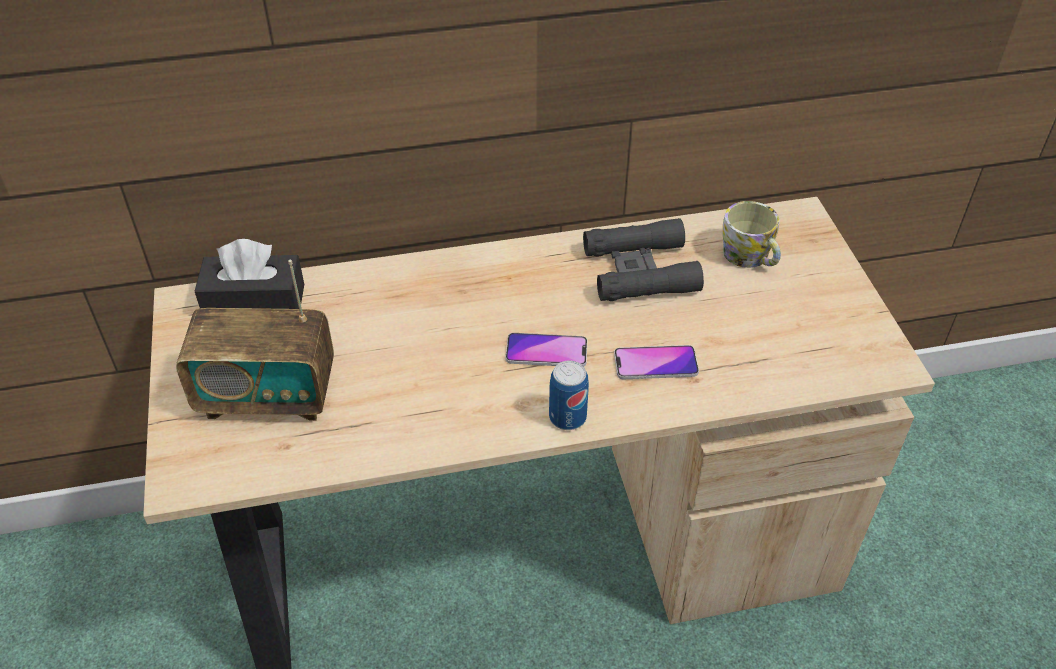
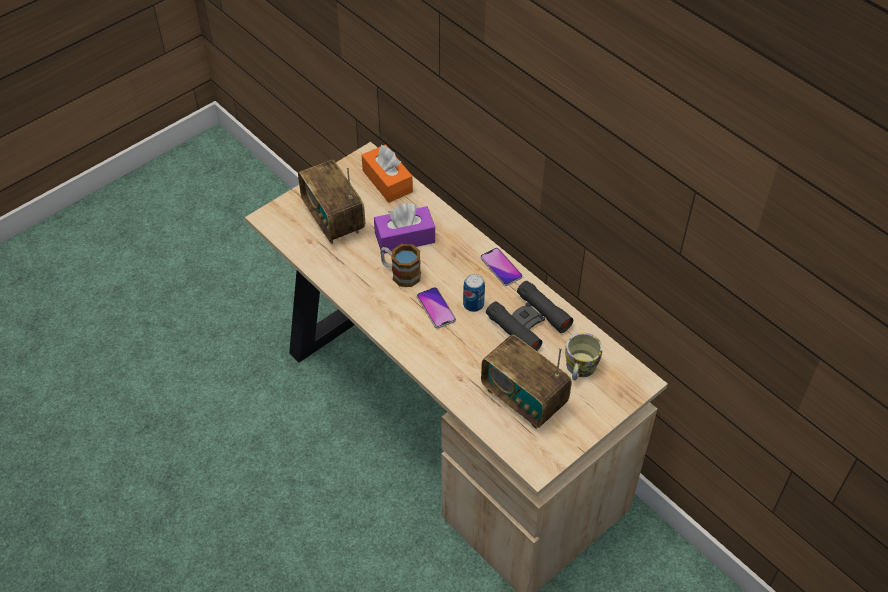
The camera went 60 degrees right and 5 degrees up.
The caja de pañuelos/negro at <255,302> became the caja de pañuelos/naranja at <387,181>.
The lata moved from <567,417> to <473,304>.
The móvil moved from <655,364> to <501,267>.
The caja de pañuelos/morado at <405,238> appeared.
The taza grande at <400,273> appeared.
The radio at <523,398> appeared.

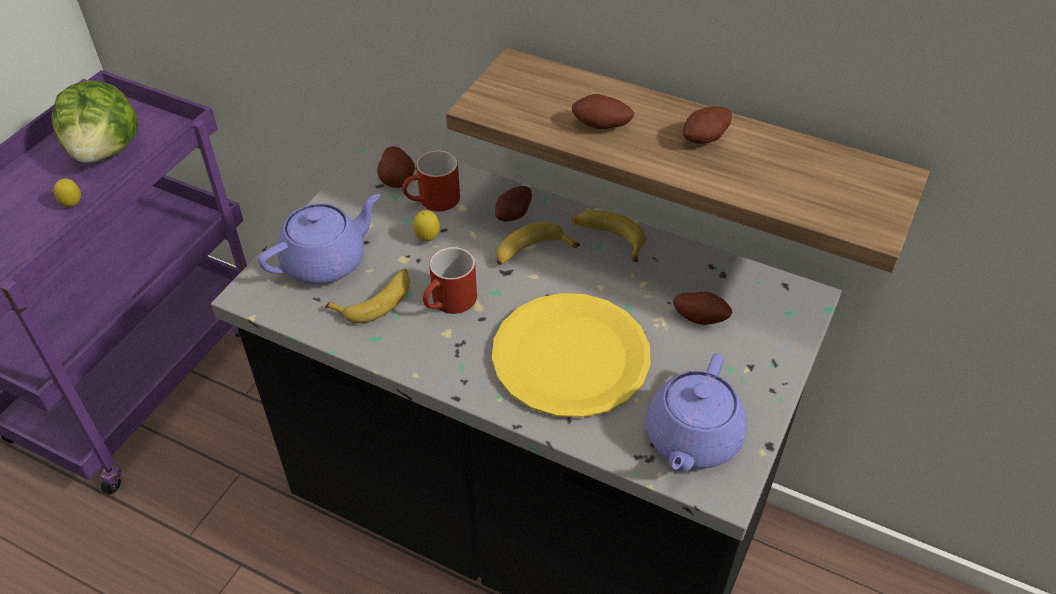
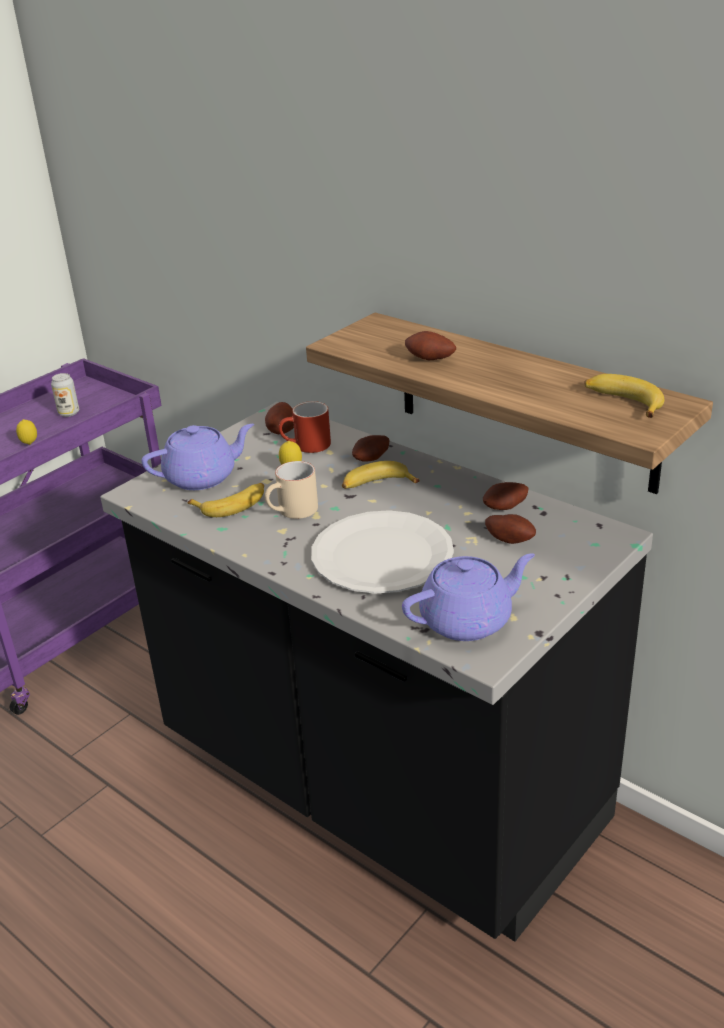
The camera went 15 degrees right and 15 degrees down.
The lechuga at <106,151> was replaced by the lata at <69,413>.
The taza grande/rojo at <450,304> became the taza grande/beis at <292,512>.
The plato/amarillo at <570,357> became the plato/blanco at <381,555>.
The plátano moved from <608,239> to <622,402>.
The tetera/morado at <691,439> turned 150 degrees counterclockwise.
The patata moved from <706,139> to <506,508>.

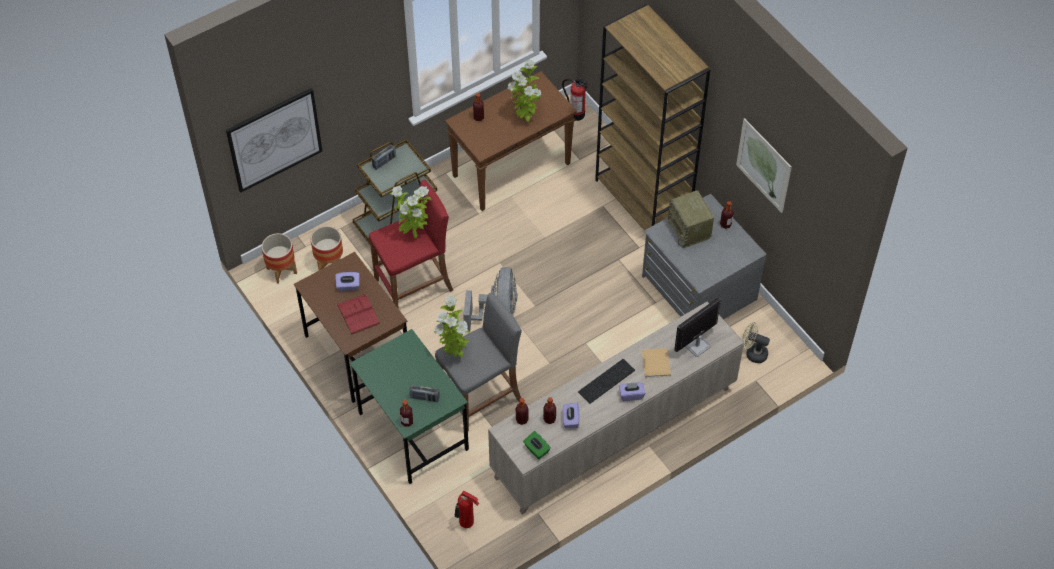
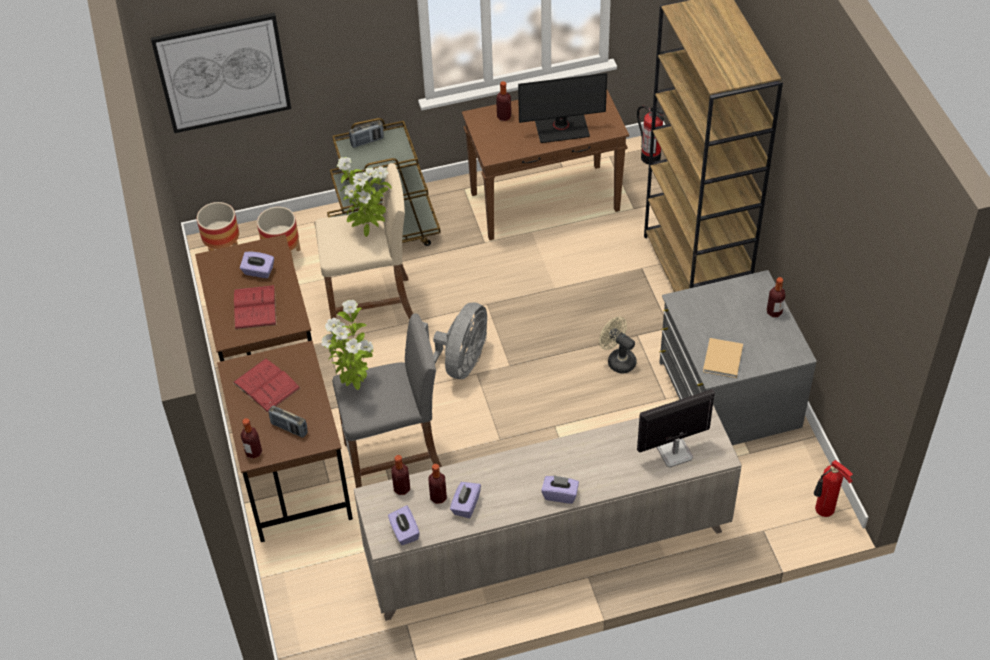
The camera went 20 degrees right and 5 degrees down.
The escritorio/verde at <412,431> became the escritorio/marrón at <293,478>.
The taburete/rojo at <414,285> became the taburete/beis at <371,306>.
The extintor moved from <466,523> to <824,511>.
The planta en maceta at <525,117> was replaced by the monitor at <561,128>.
The caja de pañuelos/verde at <536,449> became the caja de pañuelos/morado at <404,532>.
The teclado at <606,382> disappeared.
The libro/beis moved from <656,364> to <722,360>.
The radio at <690,230> disappeared.
The cuadro at <763,165> disappeared.
The ventilador/beis moved from <753,353> to <617,360>.
The libro/rojo at <266,385> appeared.

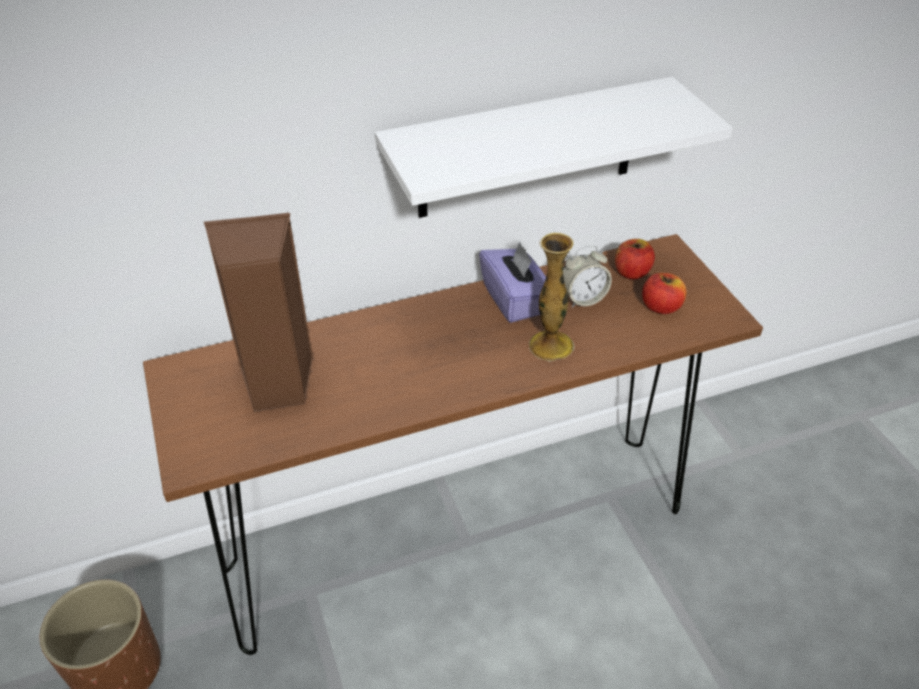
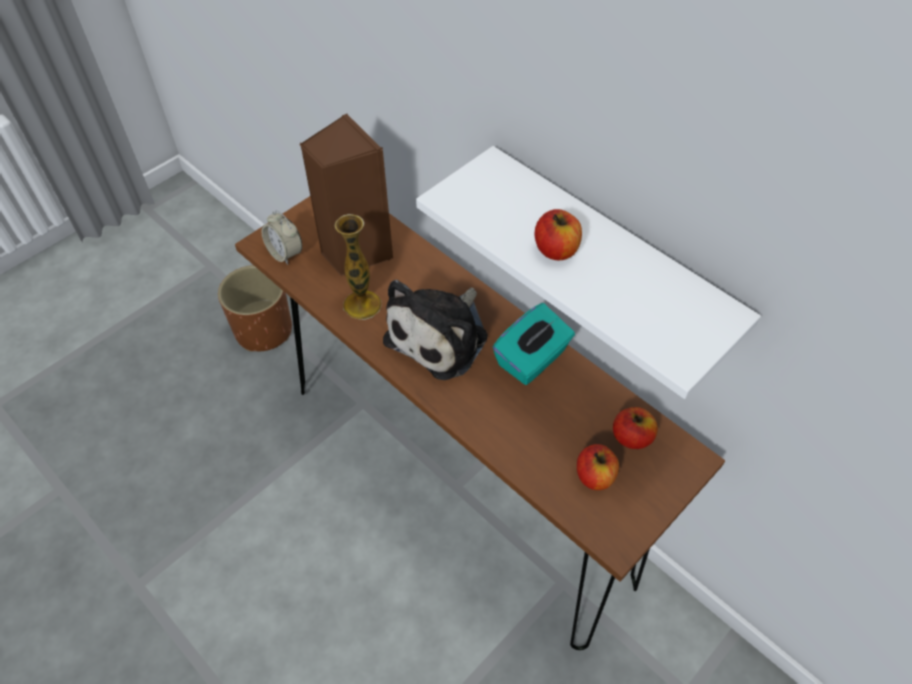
The camera went 65 degrees right and 10 degrees up.
The caja de pañuelos/morado at <515,300> became the caja de pañuelos/turquesa at <532,359>.
The florero moved from <551,345> to <362,304>.
The despertador moved from <582,298> to <285,253>.
The peluche at <441,336> appeared.
The manzana at <556,250> appeared.

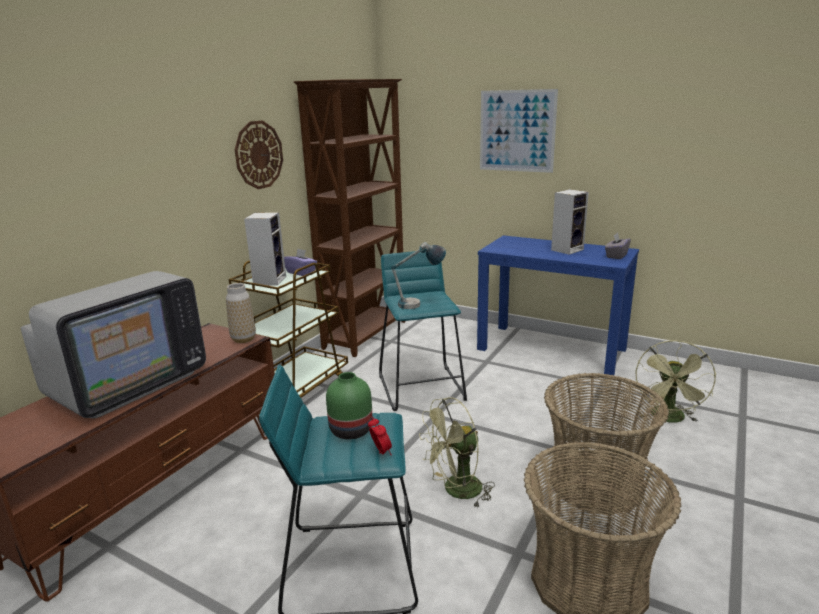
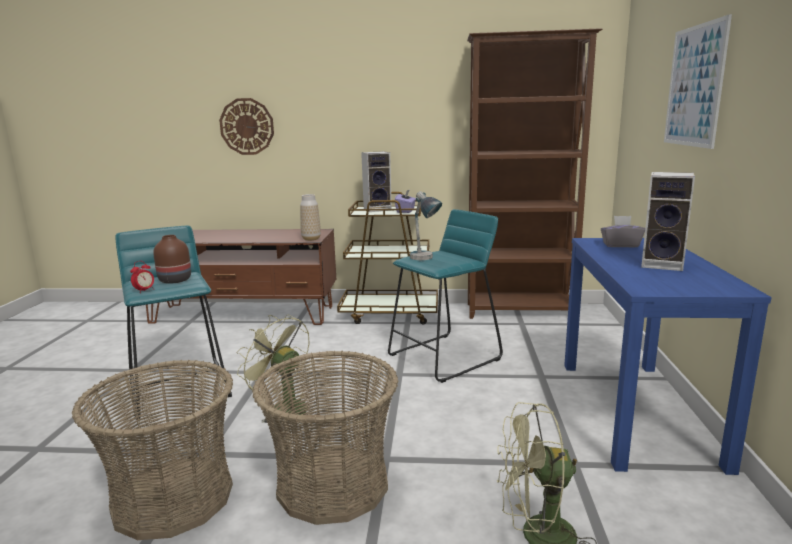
The camera went 65 degrees right and 5 degrees down.
The televisor at <129,384> disappeared.
The reloj de pared moved from <258,155> to <247,126>.
The florero/verde at <351,431> became the florero/marrón at <174,280>.
The caja de pañuelos/gris moved from <616,256> to <620,245>.

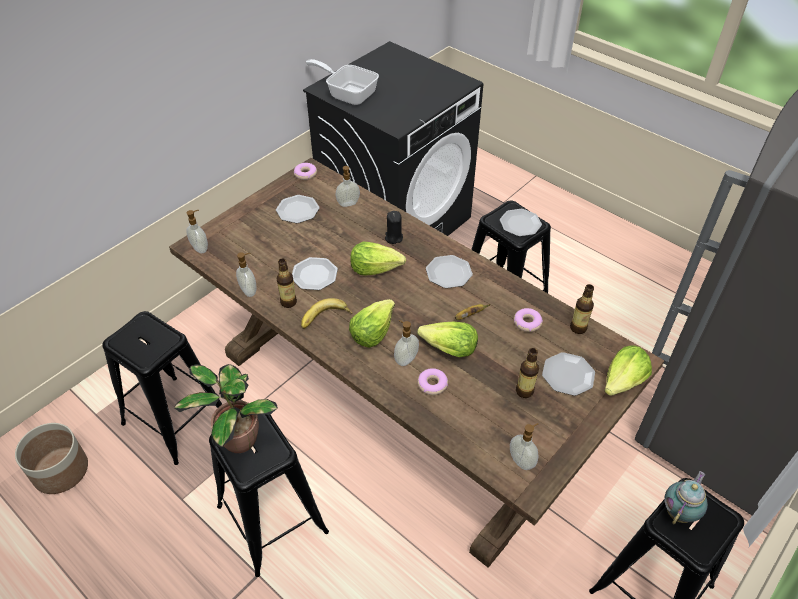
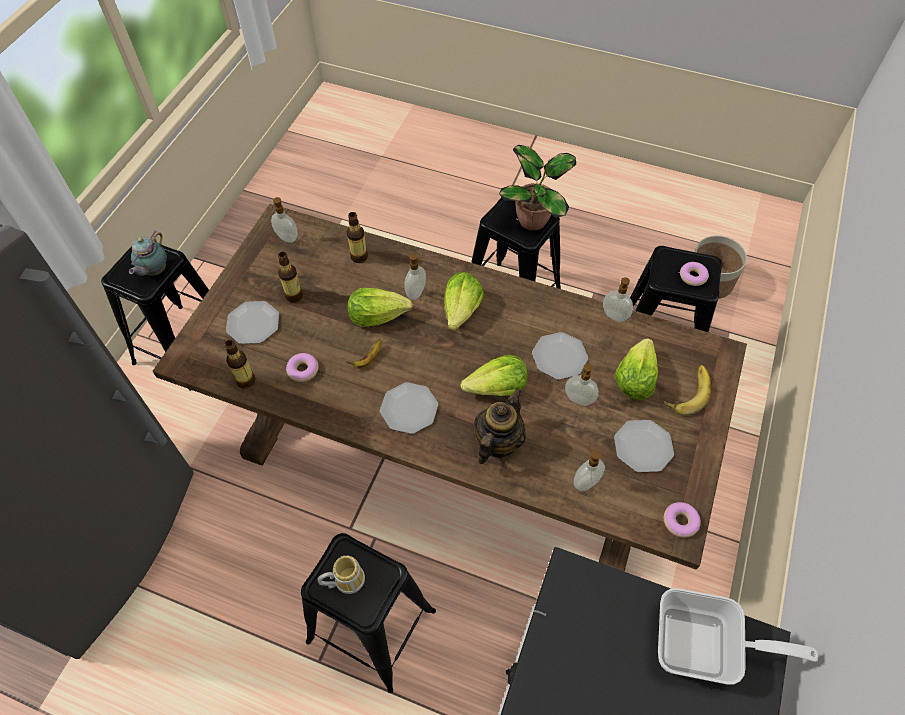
The camera went 160 degrees right and 10 degrees up.
The dispensador de jabón moved from <200,248> to <578,400>.
The botella moved from <288,302> to <359,257>.
The plátano moved from <326,319> to <687,391>.
The vela/negro at <393,237> was replaced by the tetera at <497,442>.
The rosquilla moved from <432,384> to <692,276>.
The plato at <520,224> was replaced by the taza grande at <345,580>.
The lechuga moved from <623,382> to <634,378>.

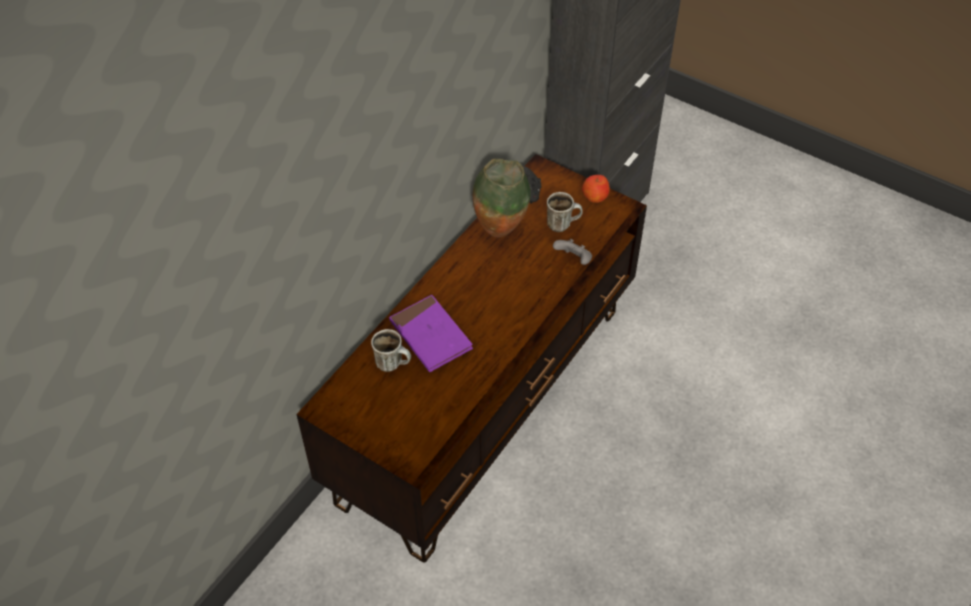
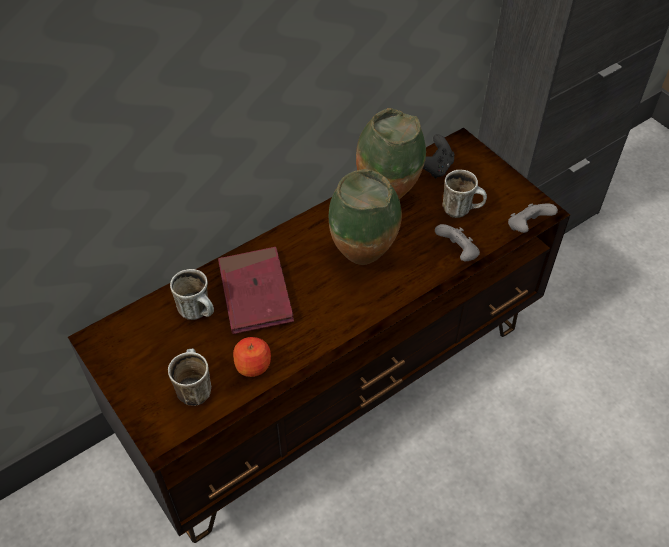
The camera went 20 degrees right and 0 degrees up.
The libro/morado at <430,336> became the libro/rojo at <255,293>.
The manzana moved from <595,196> to <253,365>.
The taza grande at <193,388> appeared.
The florero at <363,261> appeared.
The mando de consola/gris at <527,227> appeared.

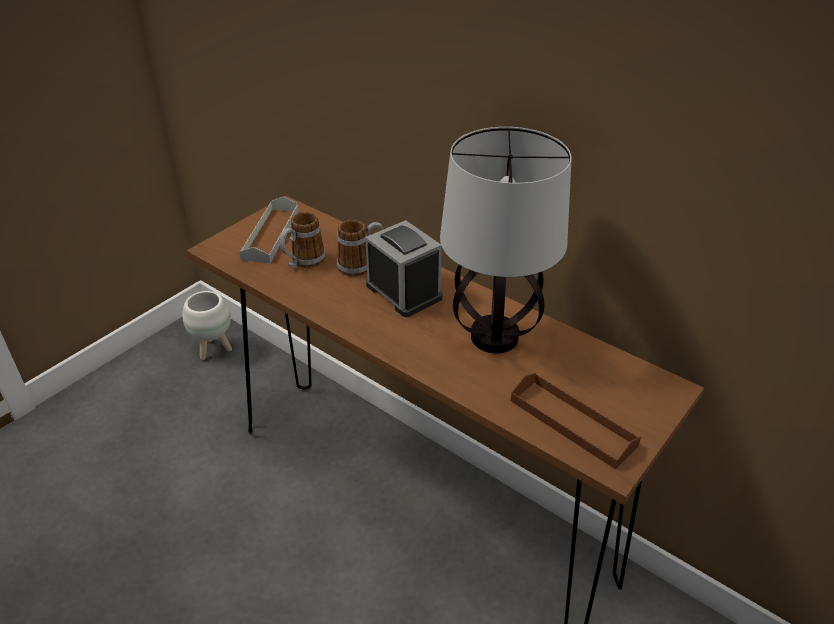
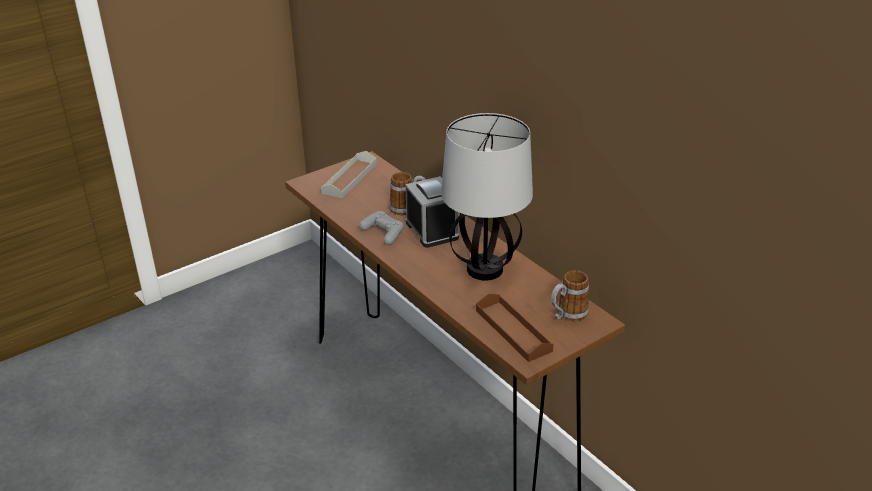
The camera went 15 degrees right and 5 degrees down.
The maceta/blanco at <214,349> disappeared.
The taza grande moved from <303,262> to <567,315>.
The mando de consola/gris at <383,233> appeared.

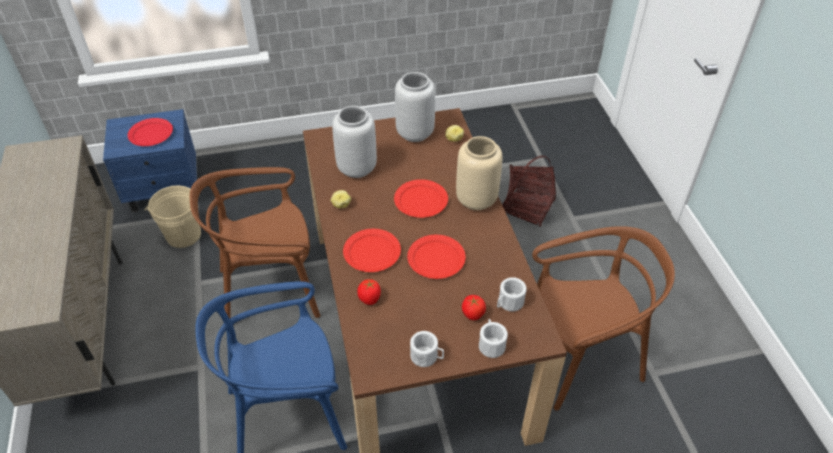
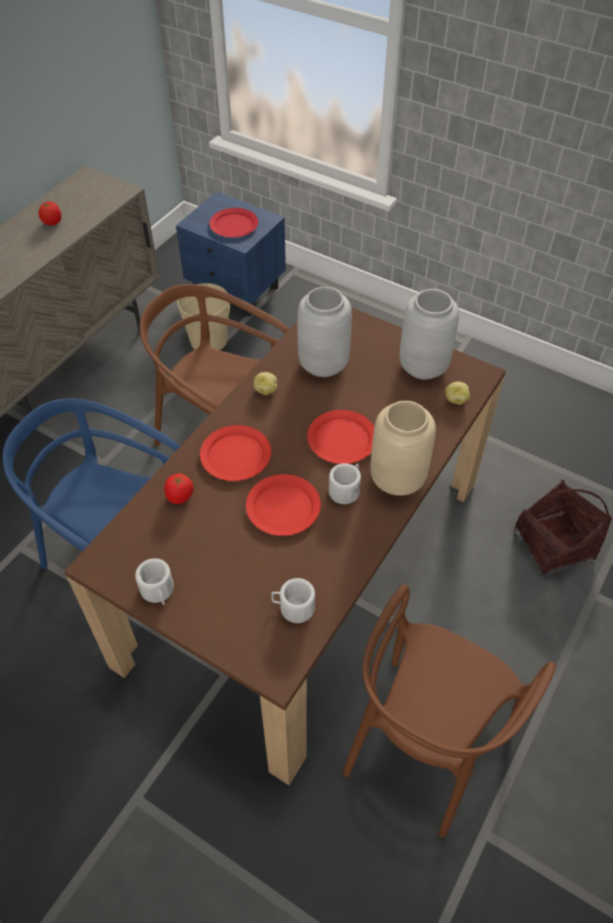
The camera went 45 degrees right and 5 degrees up.
The tomate moved from <472,314> to <52,222>.
The taza grande/blanco moved from <491,344> to <346,489>.
The silla/marrón at <580,357> turned 90 degrees clockwise.

